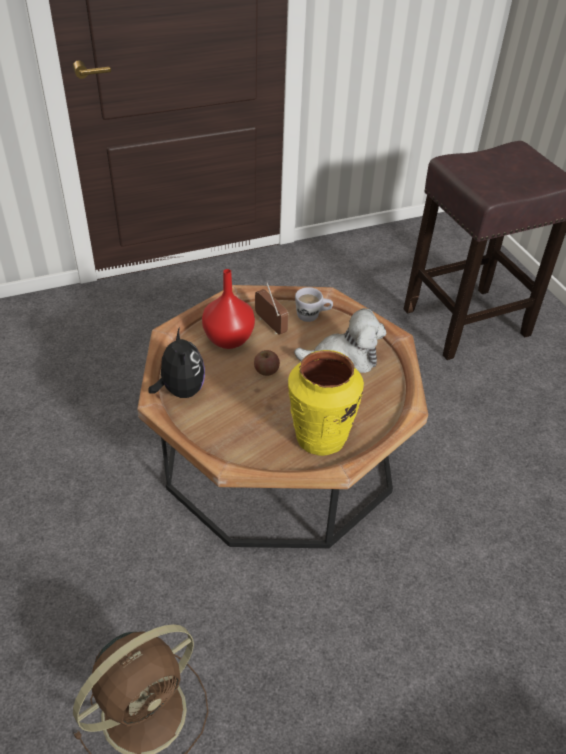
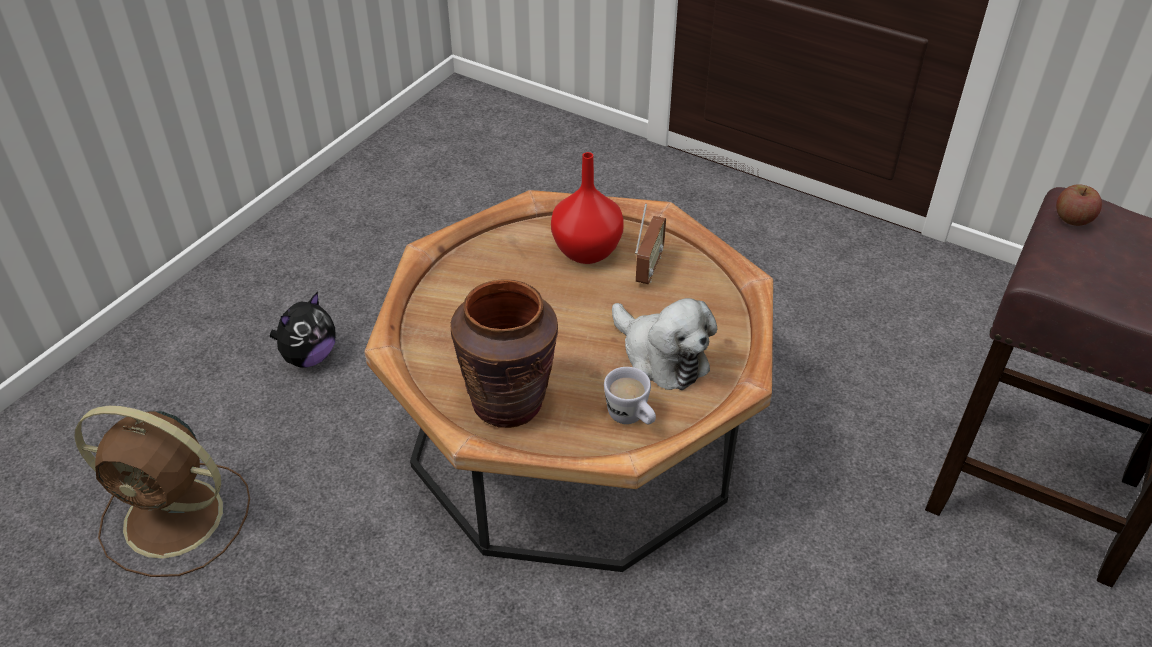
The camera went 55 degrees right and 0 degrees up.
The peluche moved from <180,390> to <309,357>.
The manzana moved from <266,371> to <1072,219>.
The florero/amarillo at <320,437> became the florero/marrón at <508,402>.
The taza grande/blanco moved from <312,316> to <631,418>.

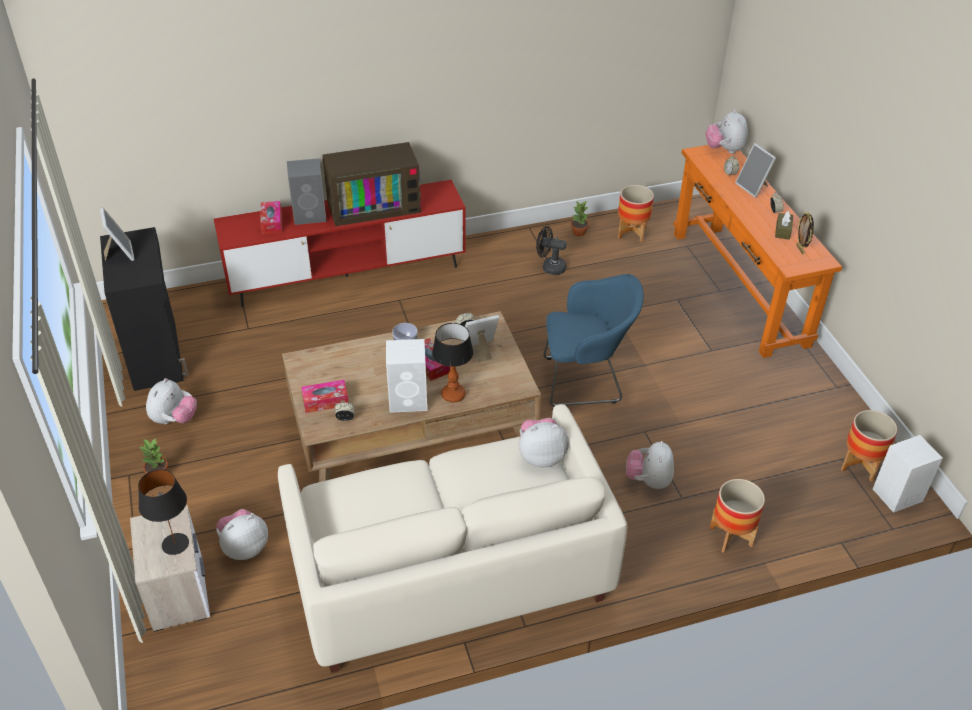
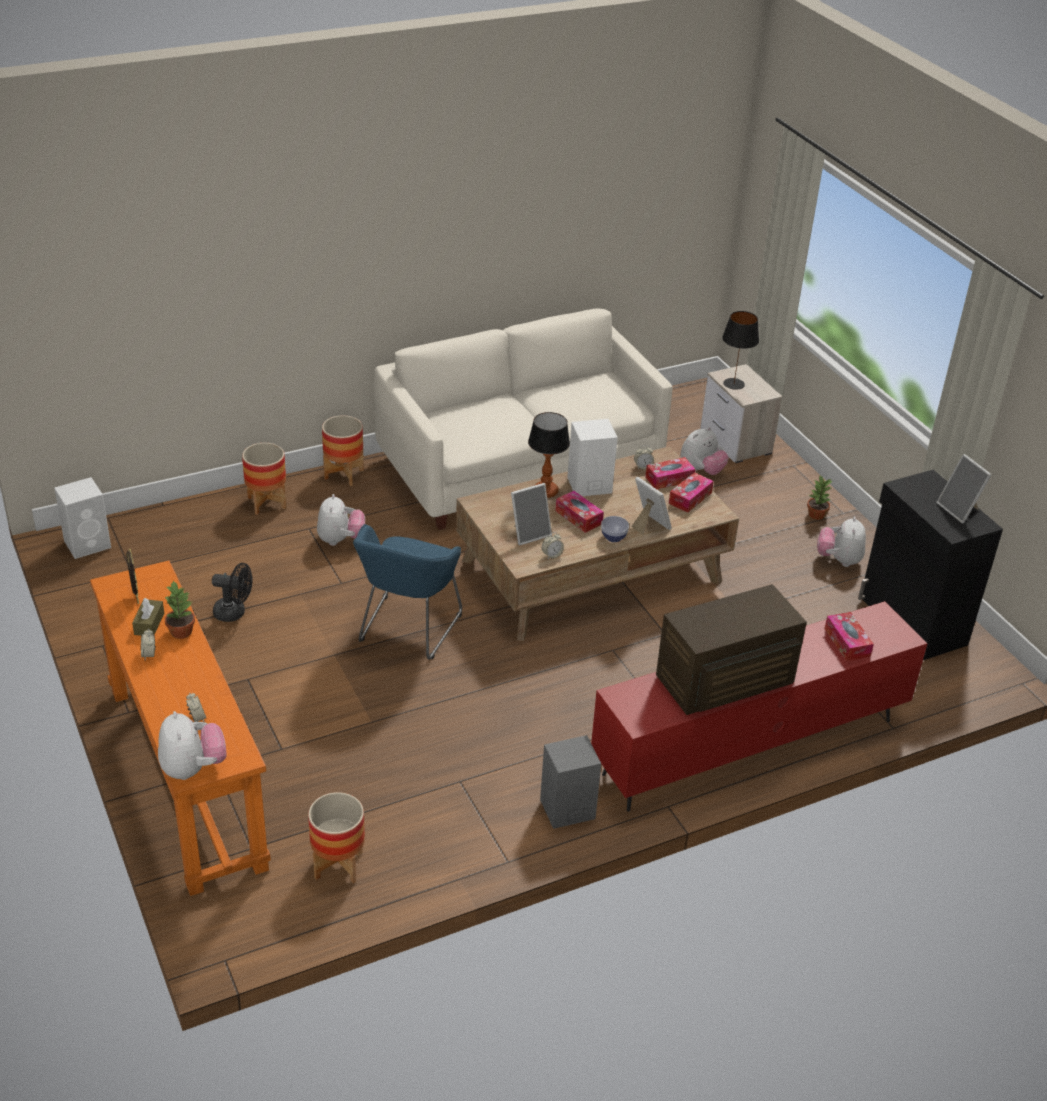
The camera went 170 degrees right and 5 degrees down.
The altavoz/gris moved from <310,215> to <566,809>.
The peluche at <541,456> disappeared.
The ventilador/negro moved from <550,267> to <234,613>.
The sillón/azul at <586,381> turned 60 degrees counterclockwise.
The planta en maceta moved from <579,232> to <181,631>.
The portarretratos moved from <753,187> to <648,525>.
The maceta moved from <860,466> to <344,474>.
The caja de pañuelos at <690,498> appeared.

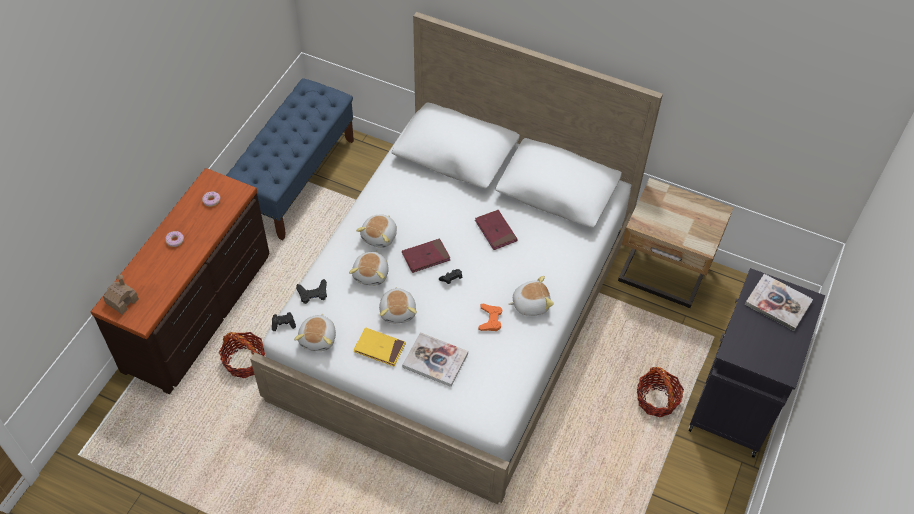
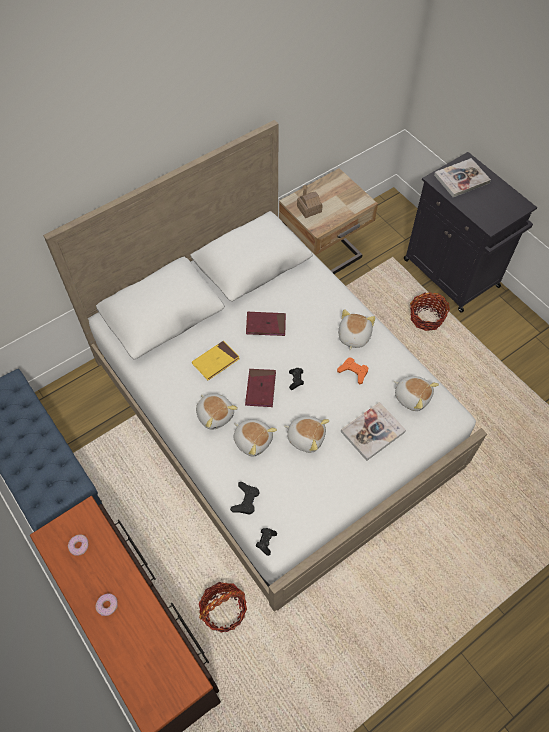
The camera went 60 degrees left and 5 degrees up.
The casita moved from <122,301> to <309,209>.
The peluche moved from <318,338> to <412,396>.
The libro/amarillo moved from <379,348> to <215,361>.

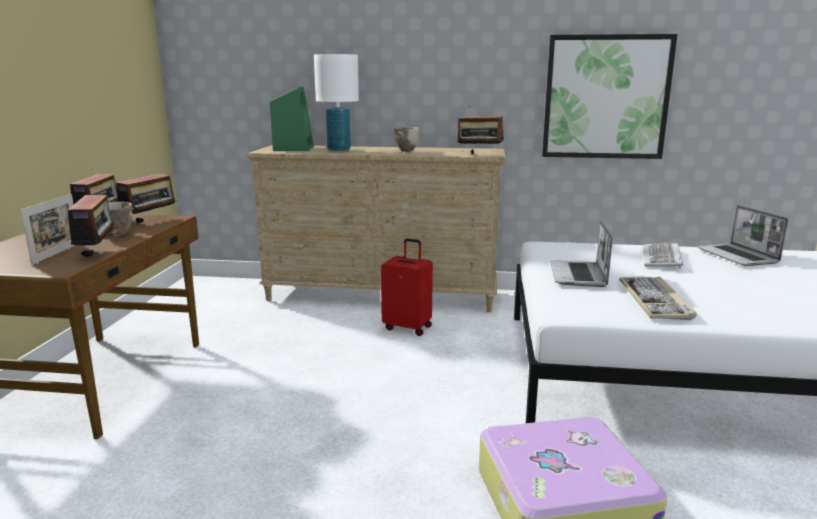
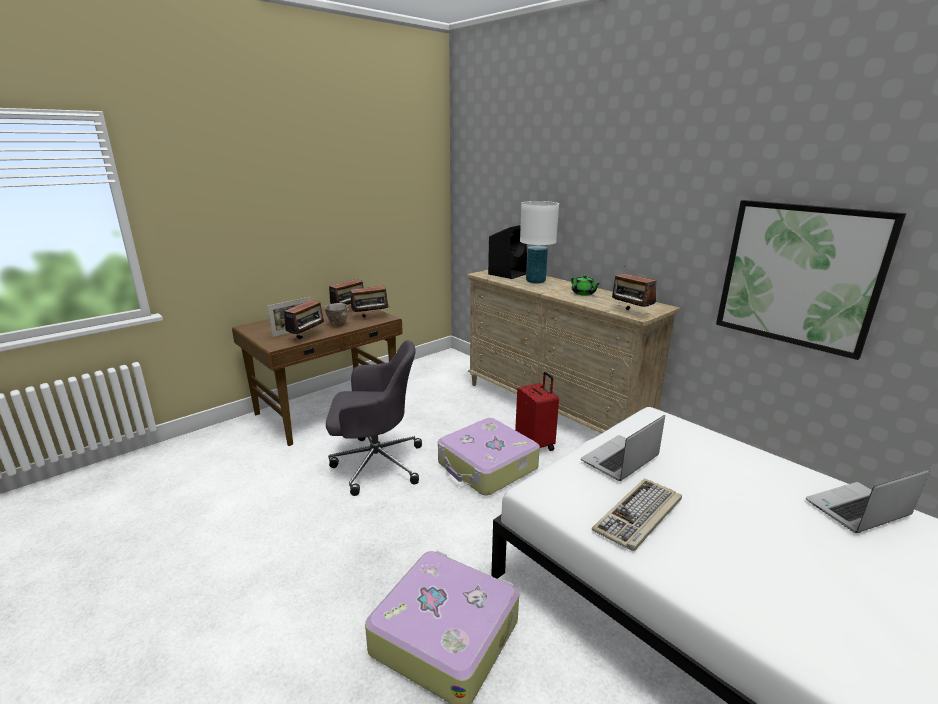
The camera went 40 degrees right and 5 degrees up.
The altavoz/verde at <293,148> became the altavoz/negro at <508,273>.
The cuenco at <407,150> was replaced by the tetera/verde at <583,293>.
The teclado at <662,258> disappeared.
The portátil at <738,256> turned 45 degrees clockwise.
The silla de oficina/gris at <375,463> appeared.
The maleta at <487,467> appeared.

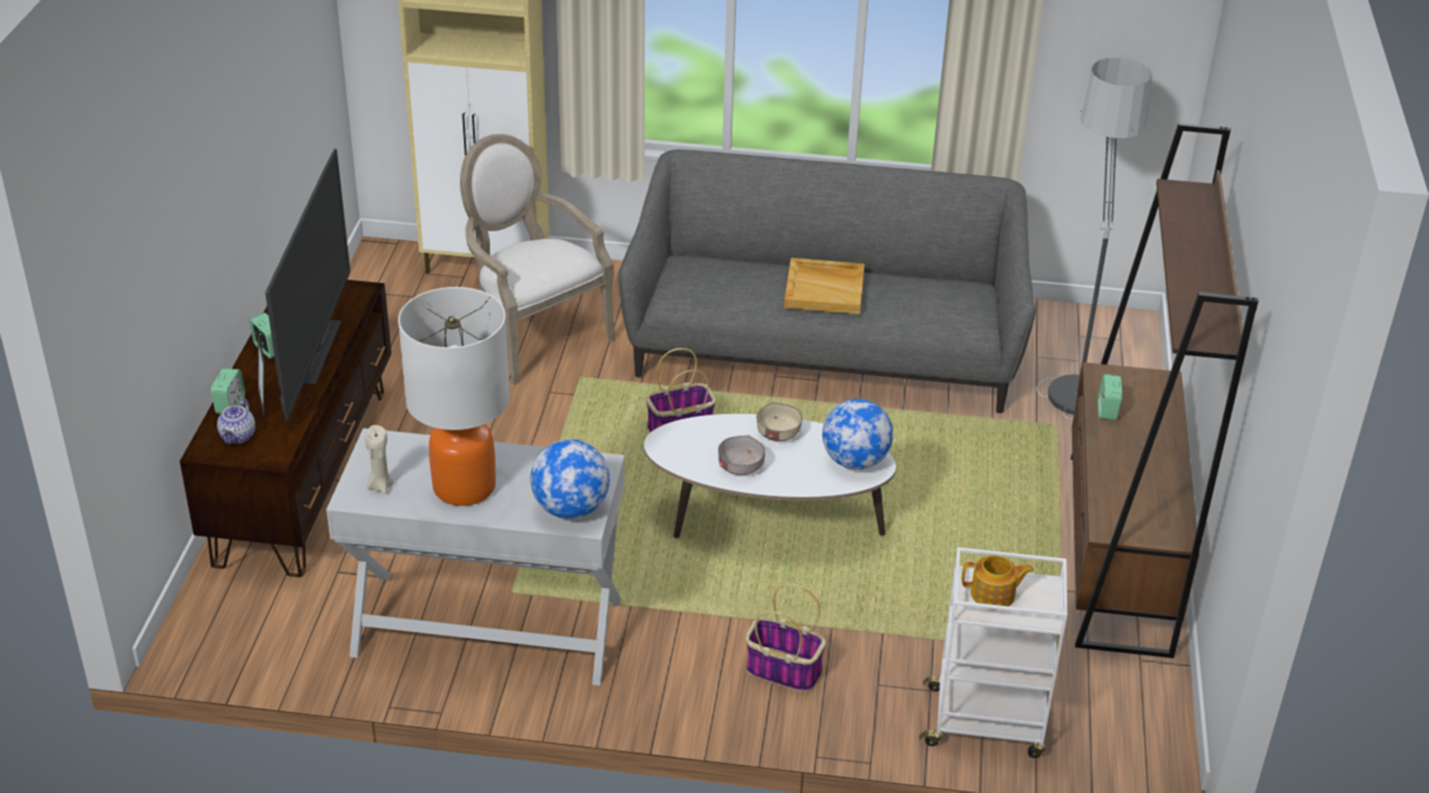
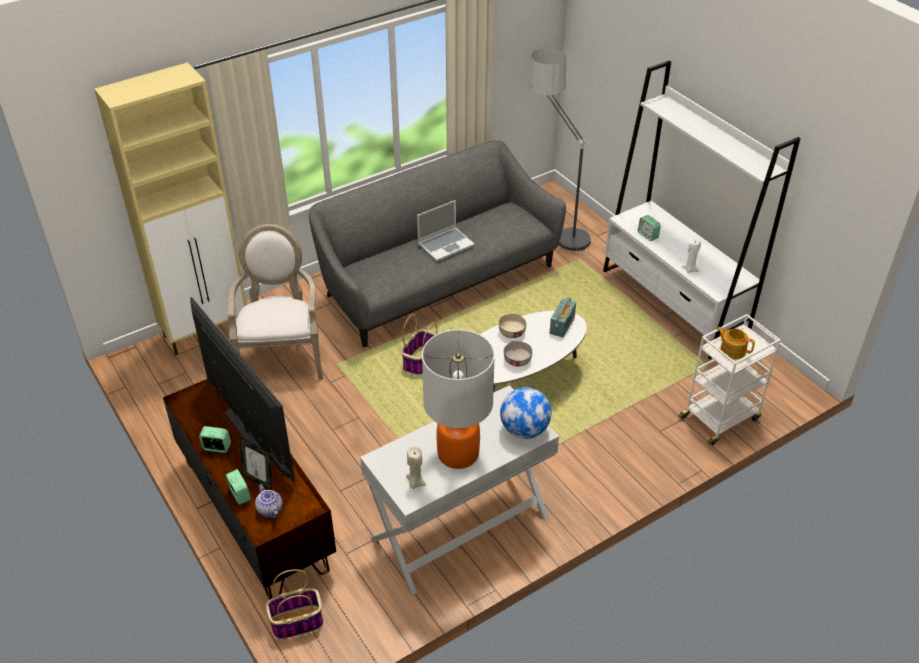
The camera went 40 degrees left and 5 degrees up.
The sillón at <533,335> turned 75 degrees clockwise.
The cesta moved from <782,670> to <296,623>.
The bandeja/beis at <825,289> was replaced by the portátil at <446,244>.
The globo terráqueo at <855,461> was replaced by the radio at <562,325>.
The tetera at <994,595> turned 105 degrees counterclockwise.
The estantería/marrón at <1118,552> became the estantería/blanco at <673,304>.
The vela/blanco at <690,269> appeared.

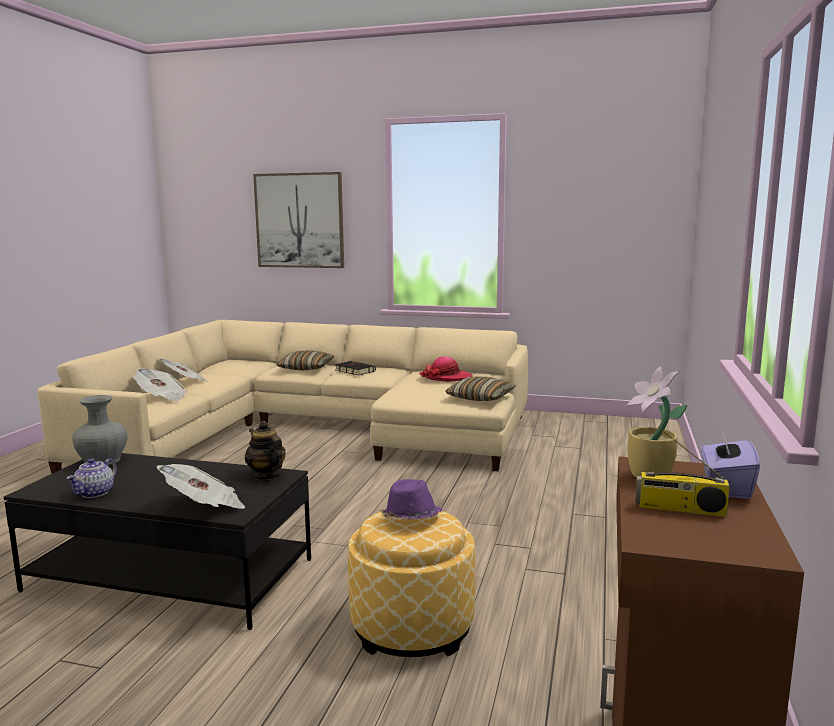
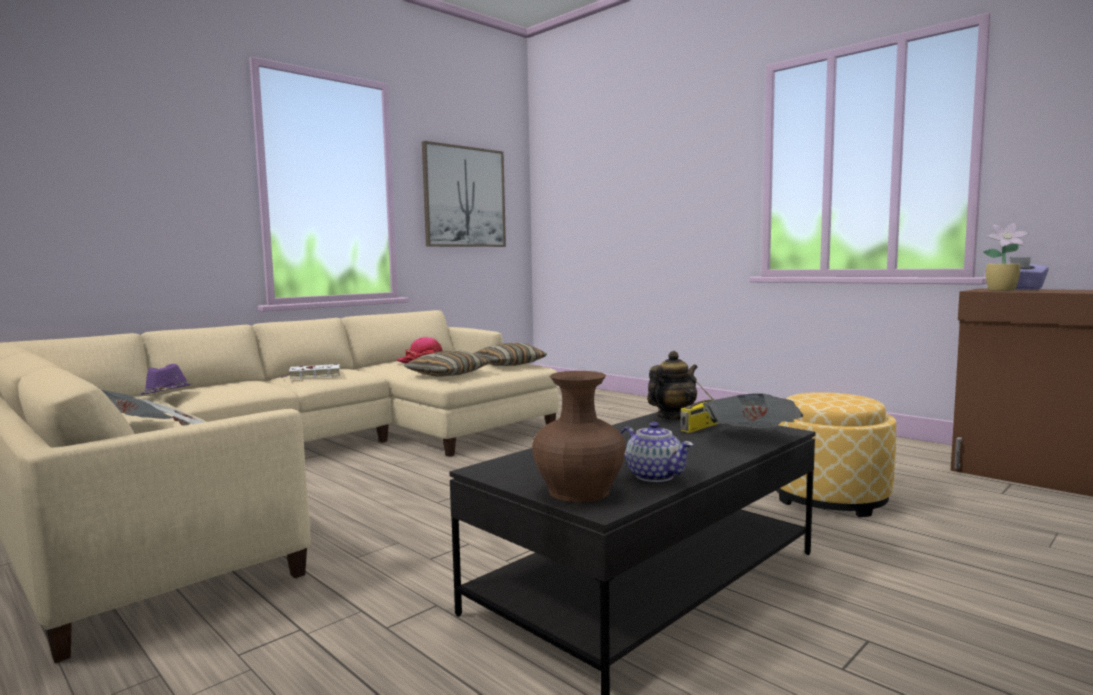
The camera went 60 degrees left and 5 degrees down.
The florero/gris at <103,460> disappeared.
The tetera at <266,475> turned 150 degrees clockwise.
The cuadro moved from <299,220> to <464,197>.
The cojín moved from <306,368> to <447,374>.
The libro/negro at <354,371> became the libro/blanco at <313,375>.
The sombrero/morado moved from <410,518> to <166,395>.
The radio moved from <679,509> to <701,427>.
The florero/marrón at <580,491> appeared.

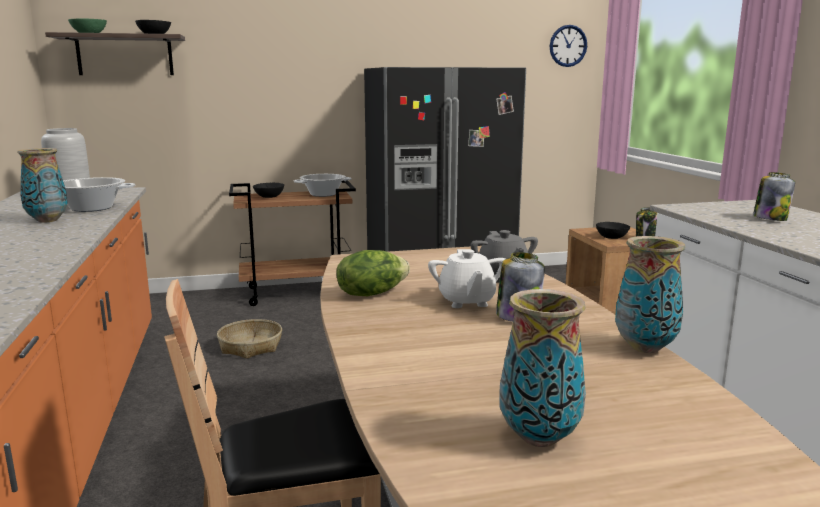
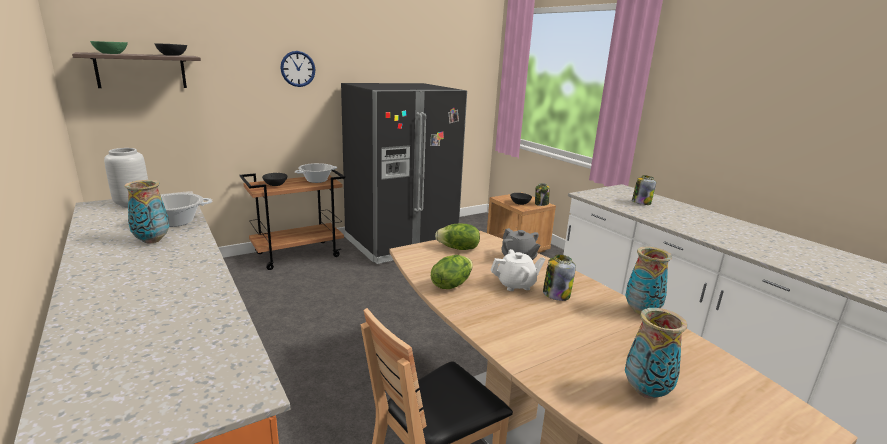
The camera went 20 degrees left and 5 degrees up.
The cesta at <250,346> disappeared.
The tetera/blanco at <466,301> turned 75 degrees counterclockwise.
The reloj de pared moved from <568,46> to <298,69>.
The lechuga at <458,248> appeared.

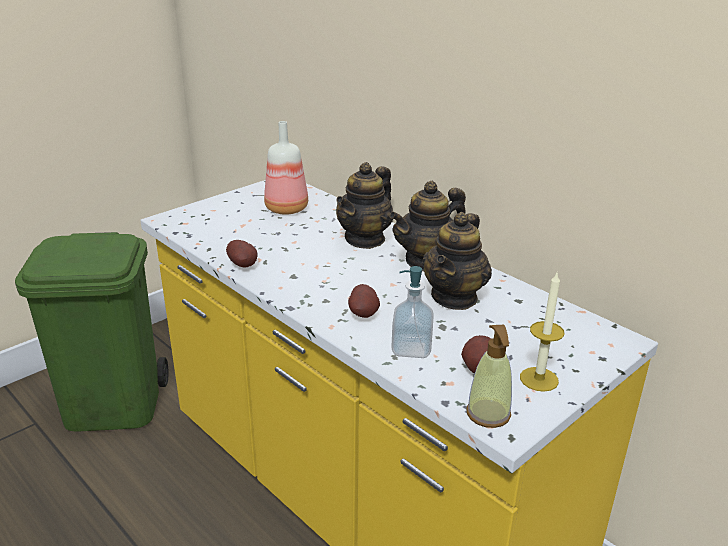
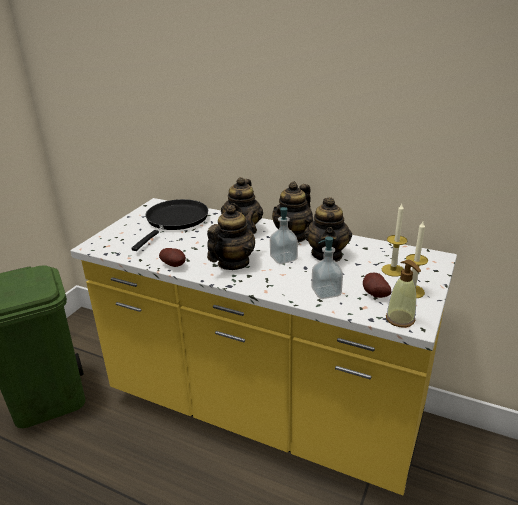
The camera went 20 degrees left and 0 degrees up.
The botella at <288,209> was replaced by the sartén/negro at <175,221>.
The patata at <364,314> disappeared.
The tetera at <233,263> appeared.
The dispensador de jabón at <283,258> appeared.
The vela at <393,270> appeared.

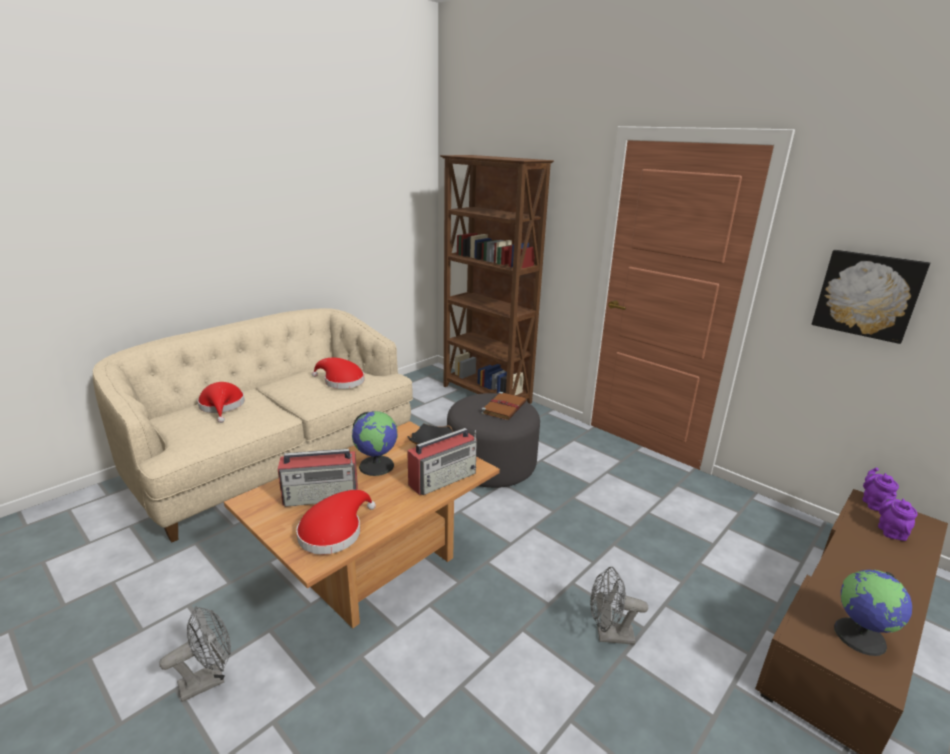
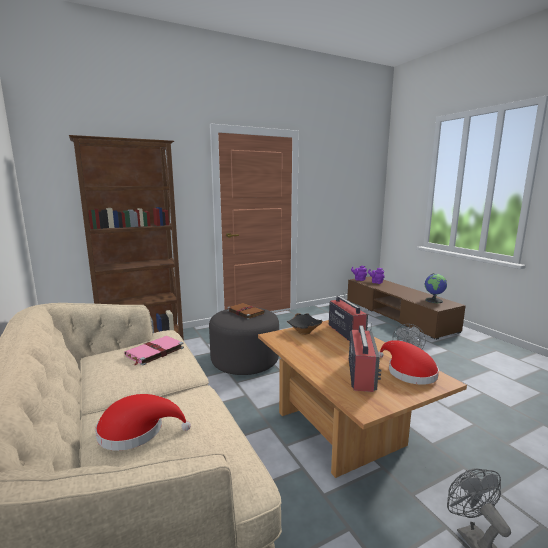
The camera went 70 degrees left and 10 degrees down.
The sombrero/rojo at <341,381> was replaced by the libro/rosa at <154,352>.
The globo terráqueo at <377,465> disappeared.
The cuadro at <867,295> disappeared.

